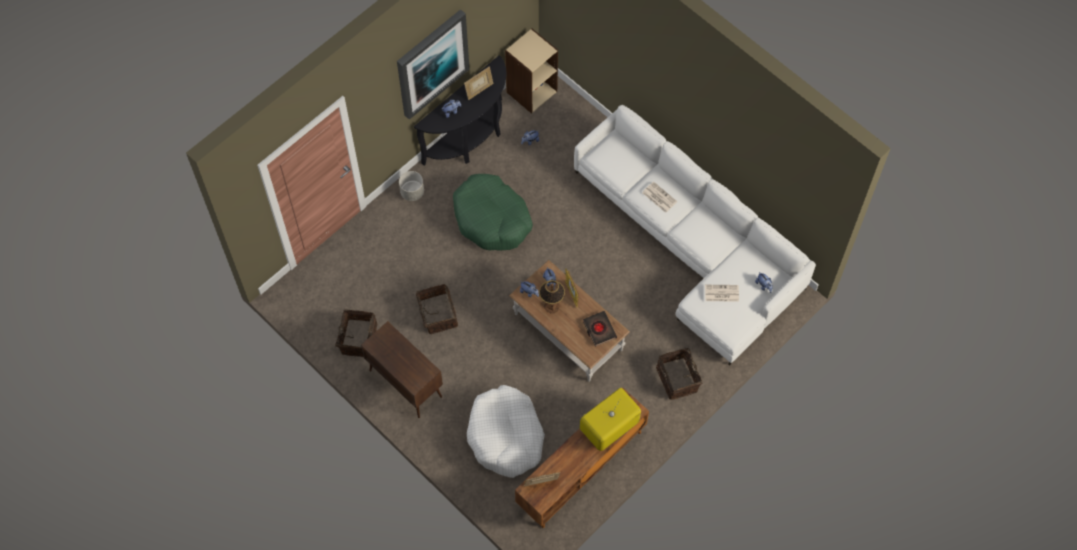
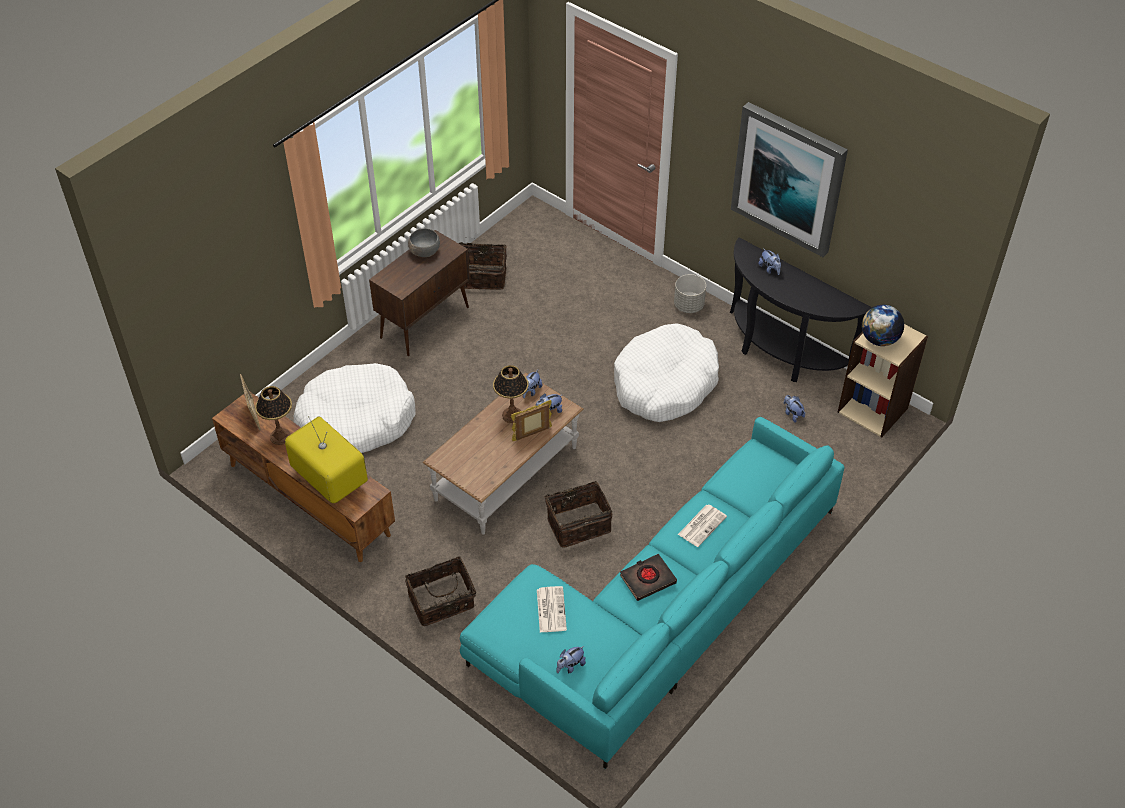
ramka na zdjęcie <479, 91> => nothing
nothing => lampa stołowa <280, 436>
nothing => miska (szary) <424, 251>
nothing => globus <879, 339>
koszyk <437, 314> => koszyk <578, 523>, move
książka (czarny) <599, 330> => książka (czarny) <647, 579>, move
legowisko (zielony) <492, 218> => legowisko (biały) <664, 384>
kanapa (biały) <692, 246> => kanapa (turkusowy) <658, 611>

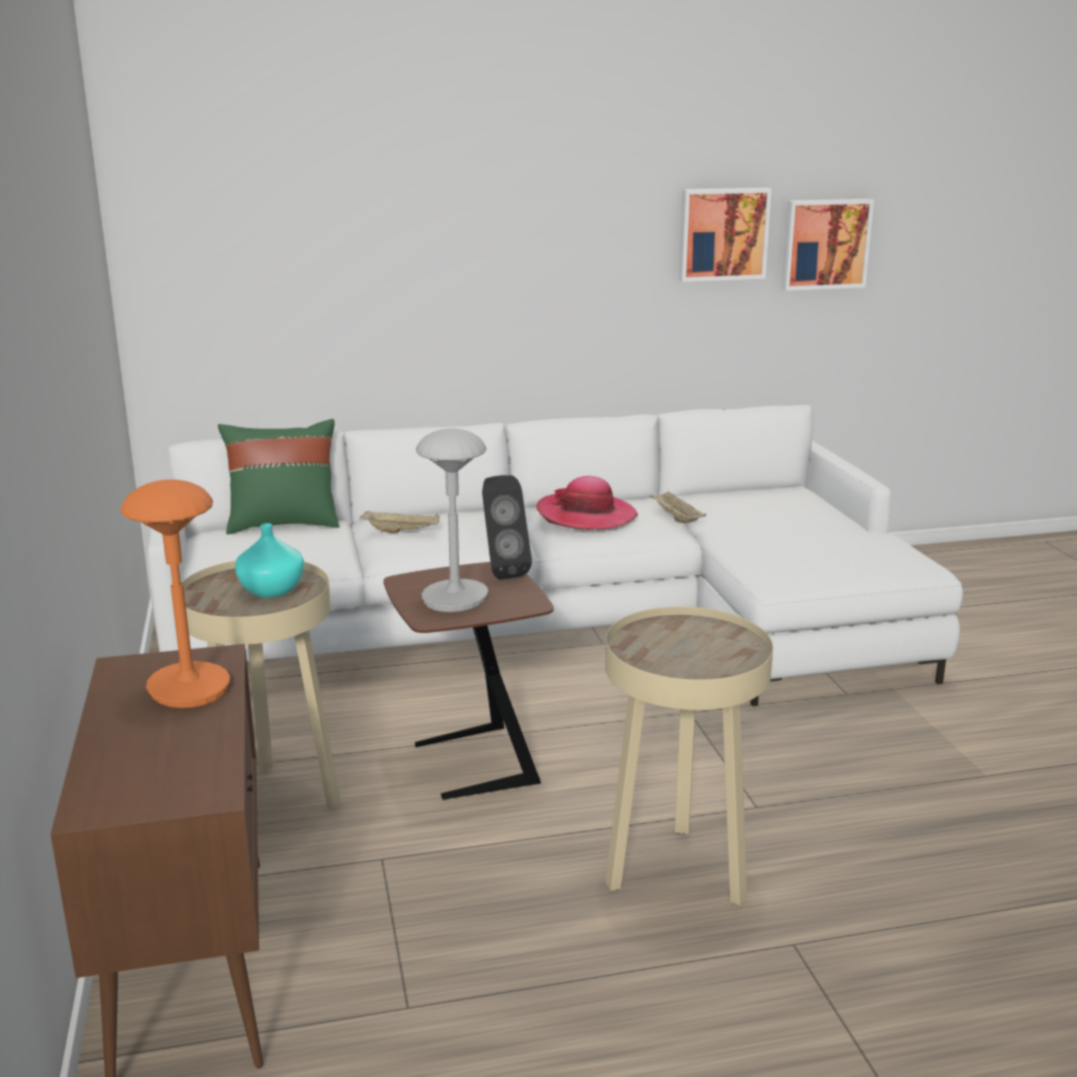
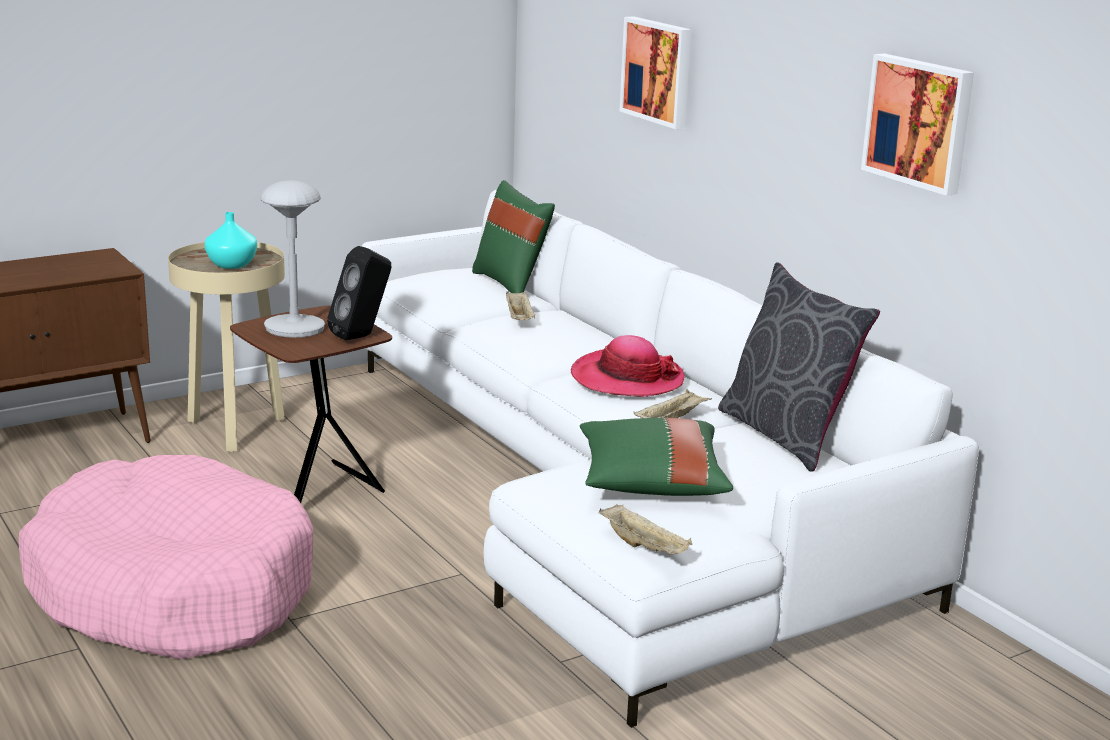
lampa stołowa (pomarańczowy) <188, 688> => nothing
nothing => poduszka (zielony) <651, 483>
nothing => taca (beżowy) <645, 547>
nothing => poduszka (szary) <786, 435>
obraz <824, 244> => obraz <659, 71>, move
stolik (beżowy) <676, 872> => legowisko (różowy) <172, 590>

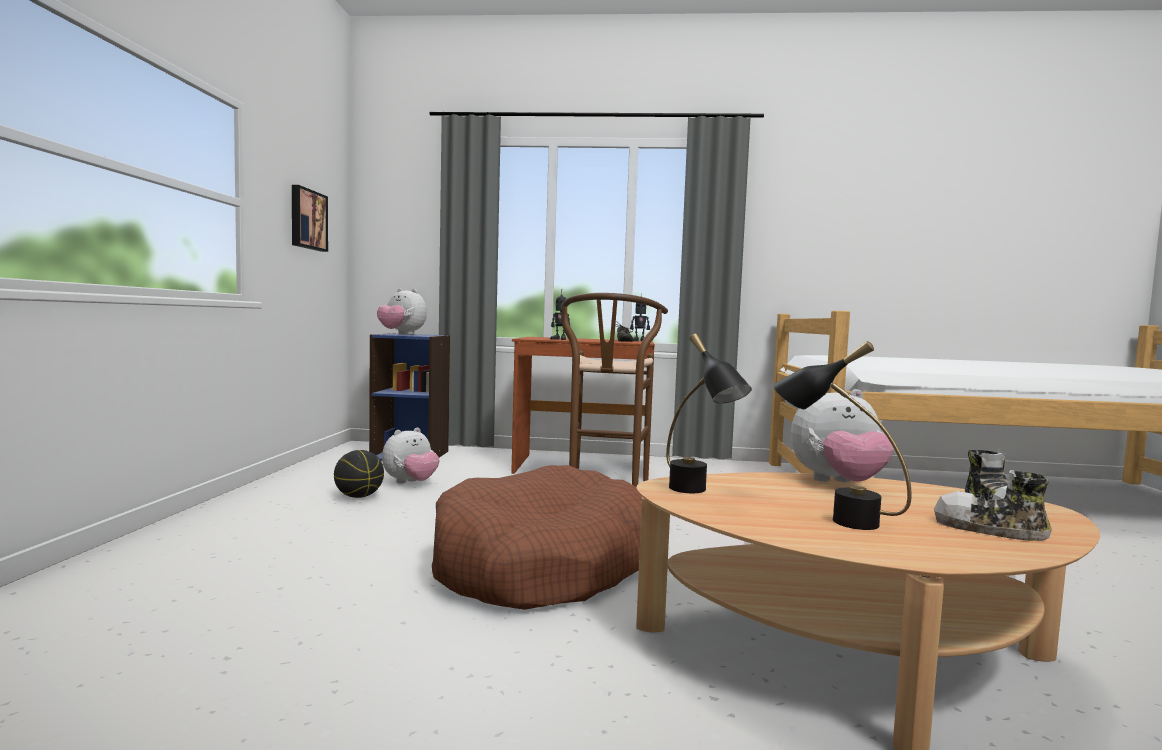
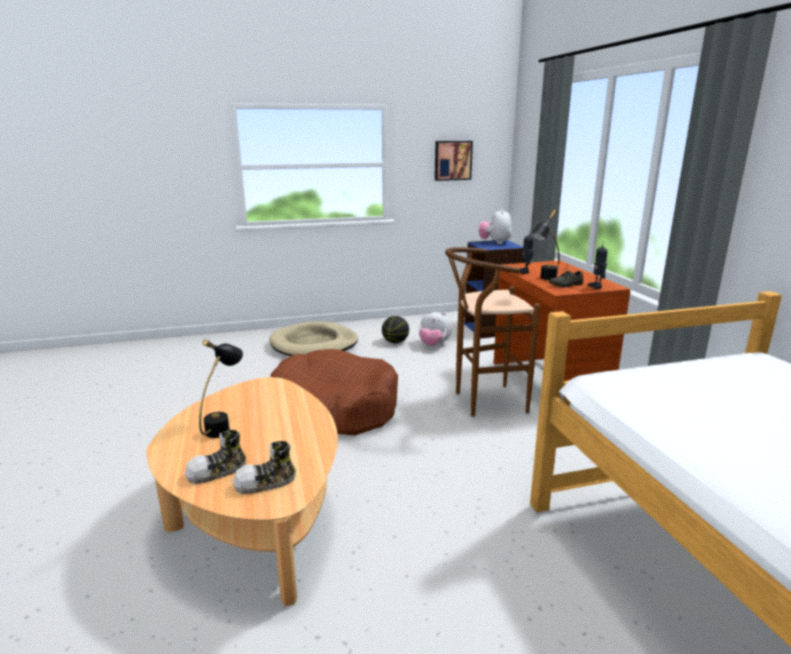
pluszak <838, 483> => nothing
nothing => legowisko (beżowy) <314, 344>
lampa stołowa (czarny) <697, 493> => lampa stołowa (czarny) <544, 279>, move
but <989, 529> => but <217, 471>, 135 degrees counterclockwise

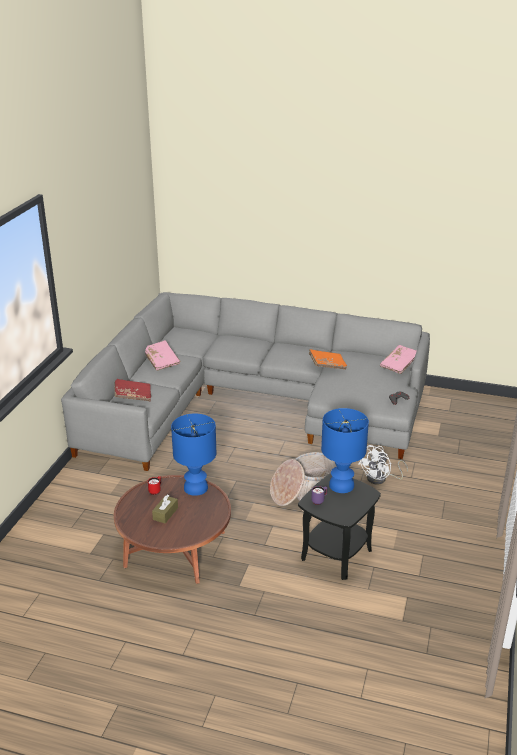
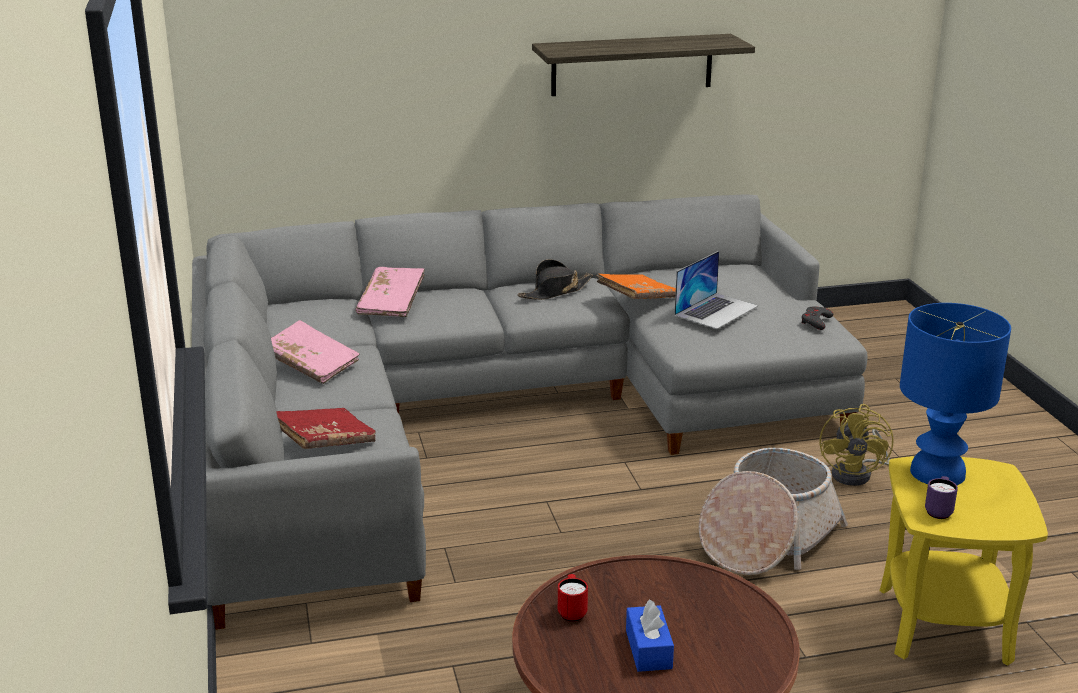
lampa stołowa (niebieski) <196, 487> => nothing
nothing => kapelusz (czarny) <555, 291>
nothing => półka <632, 64>
nothing => laptop <716, 310>
książka (różowy) <399, 365> => książka (różowy) <392, 304>, move
pudełko chusteczek (brązowy) <165, 514> => pudełko chusteczek (niebieski) <648, 649>
stolik (czarny) <336, 554> => stolik (żółty) <943, 624>
wentylator (biały) <380, 479> => wentylator (żółty) <857, 474>

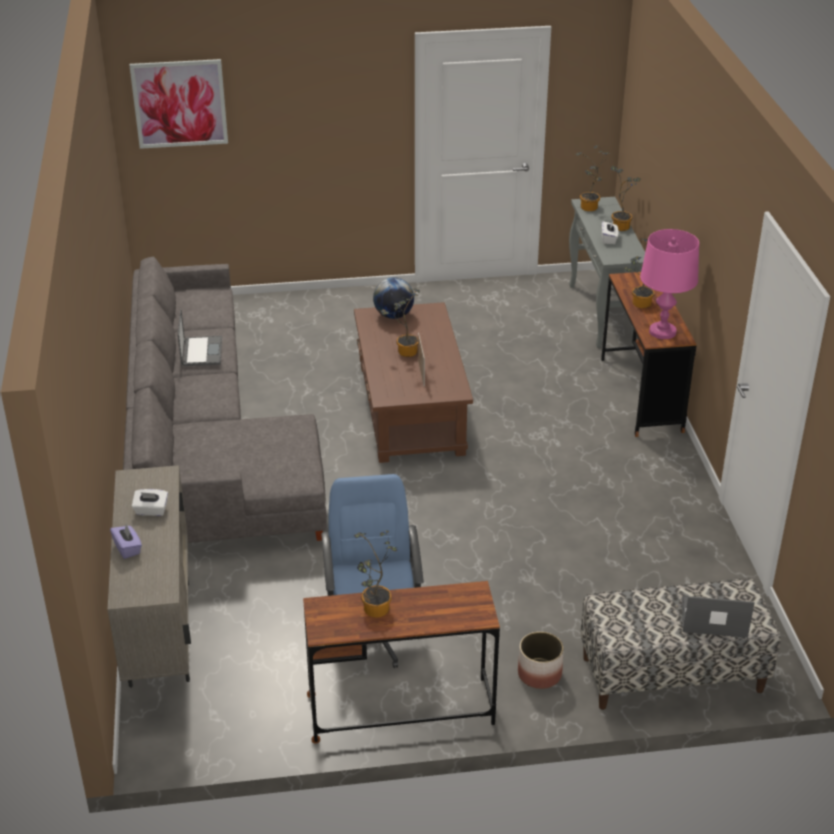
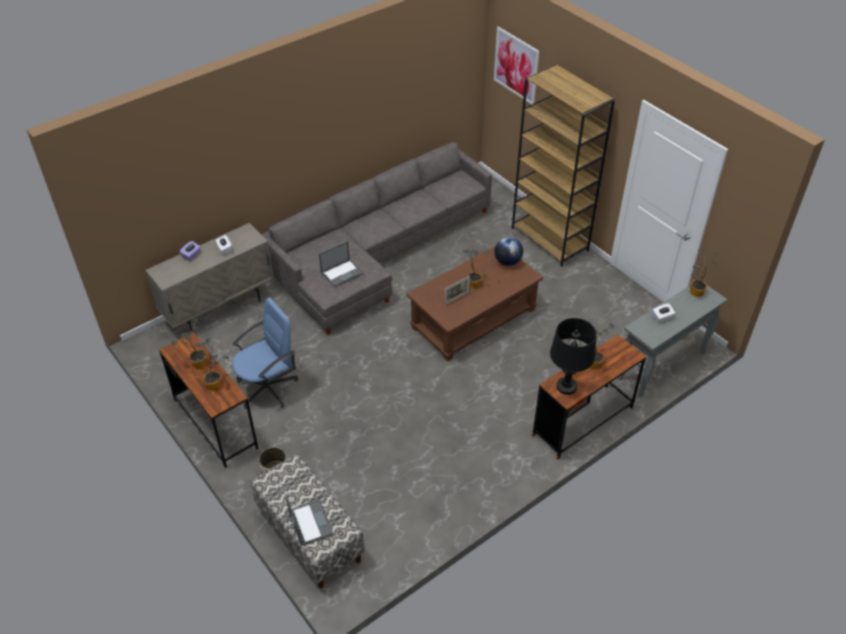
nothing => regał (brązowy) <550, 239>
laptop <201, 351> => laptop <342, 273>, move
roślina doniczkowa <622, 226> => roślina doniczkowa <216, 384>, move
lampa stołowa (różowy) <662, 332> => lampa stołowa (czarny) <566, 386>

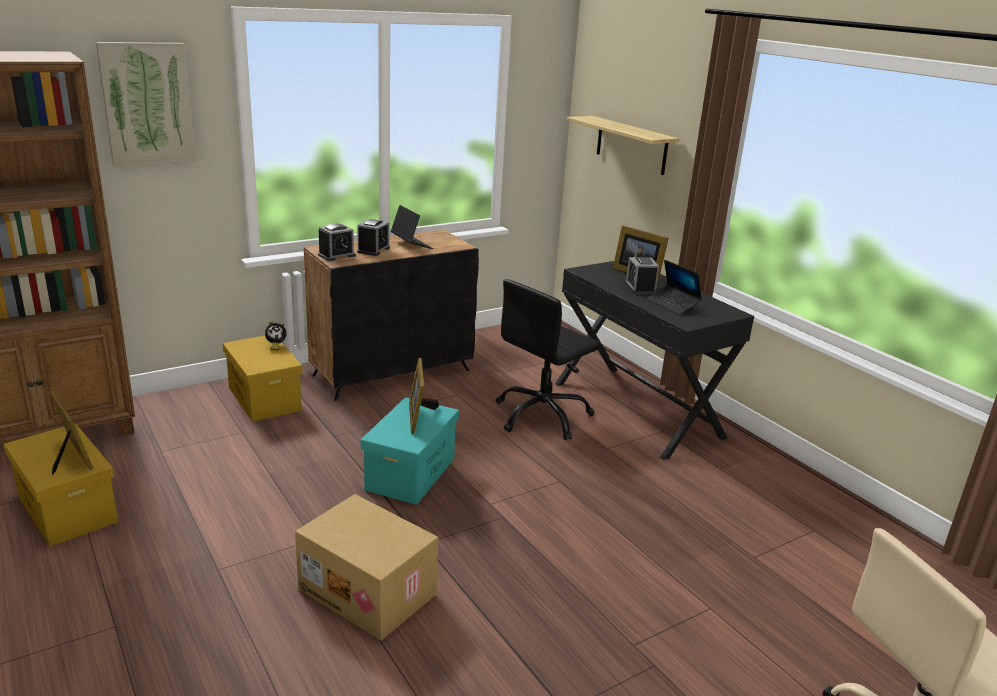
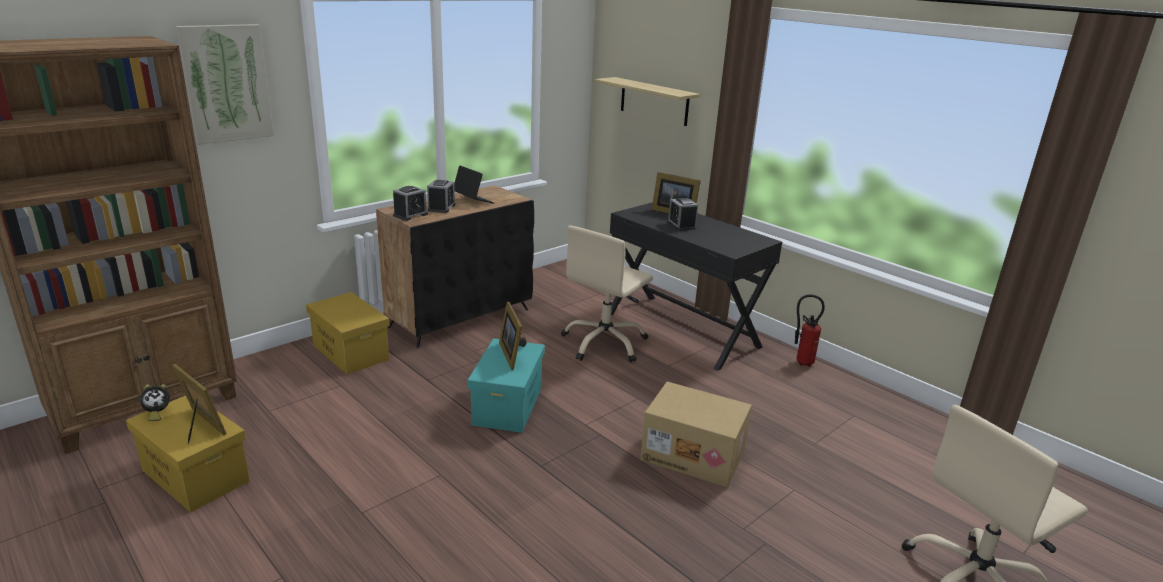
laptop <673, 304> => nothing
nothing => gaśnica <801, 362>
budzik <275, 346> => budzik <157, 414>, move
karton <369, 591> => karton <694, 455>, move
krzesło biurowe (czarny) <542, 416> => krzesło biurowe (beżowy) <605, 343>

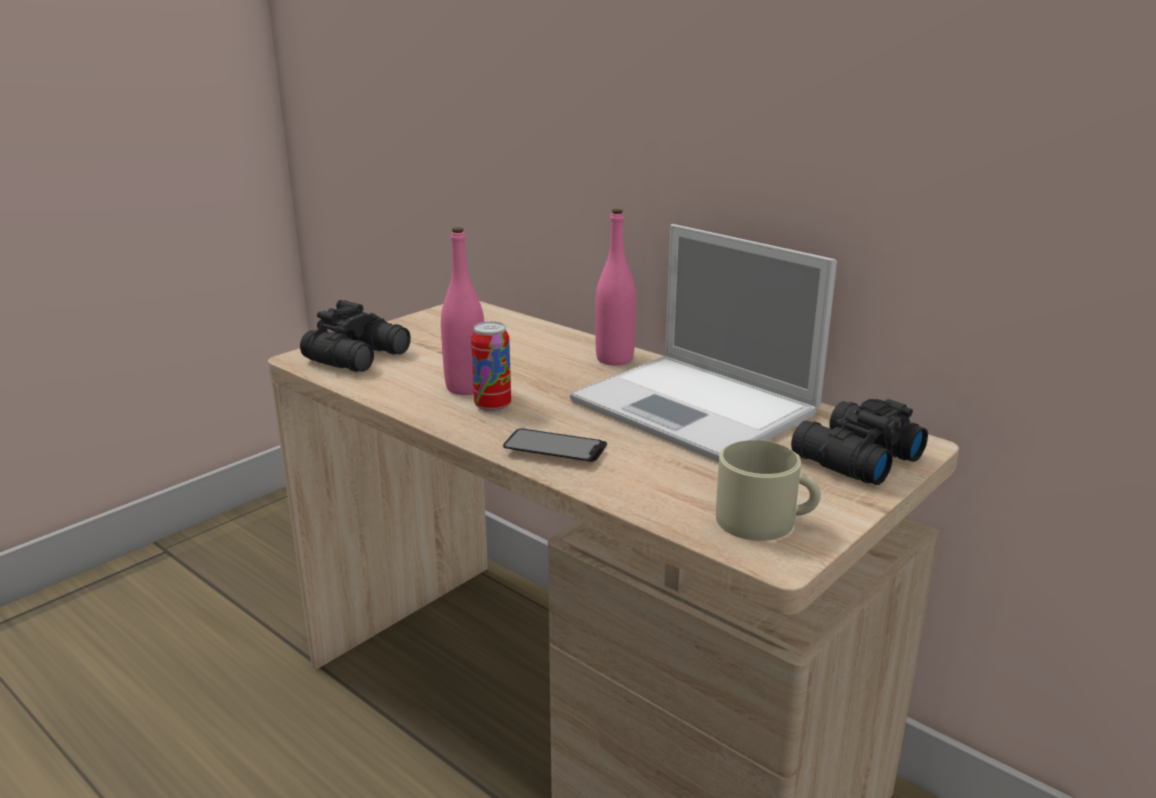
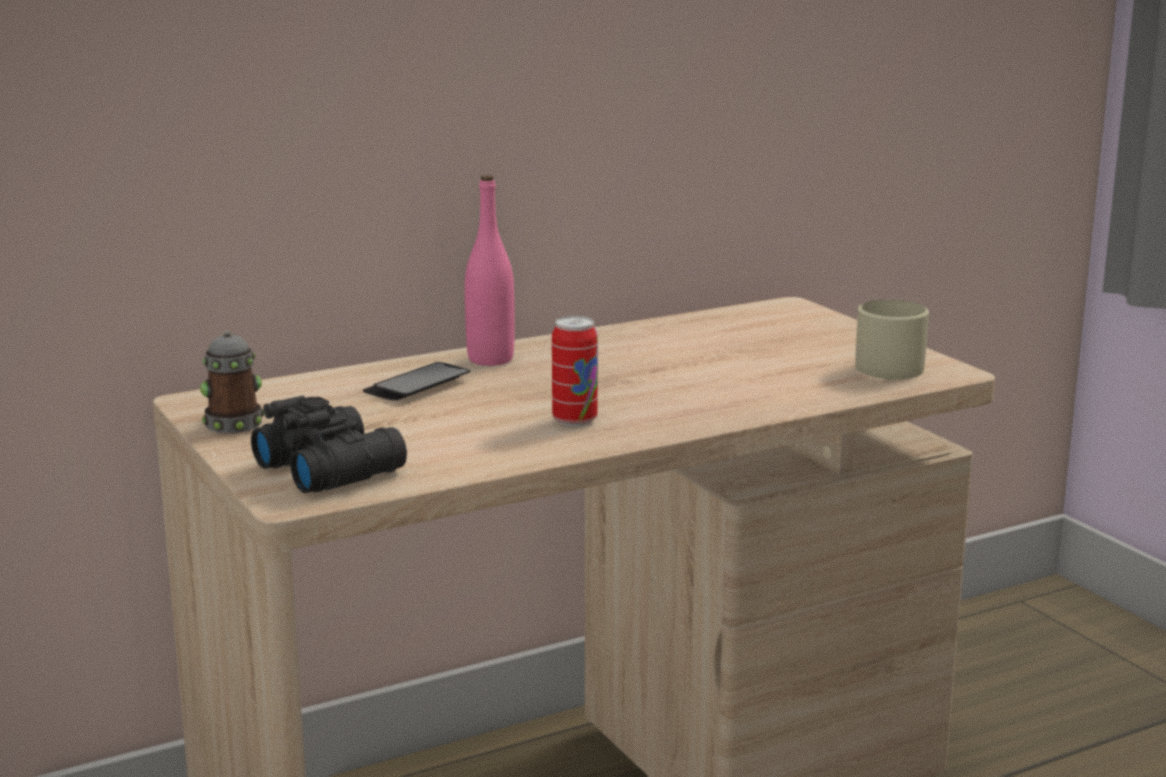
butelka (różowy) <466, 388> => nothing
laptop <697, 408> => nothing
lornetka (czarny) <853, 458> => nothing
nothing => kubek <232, 422>
telefon <555, 448> => telefon <417, 385>, move

